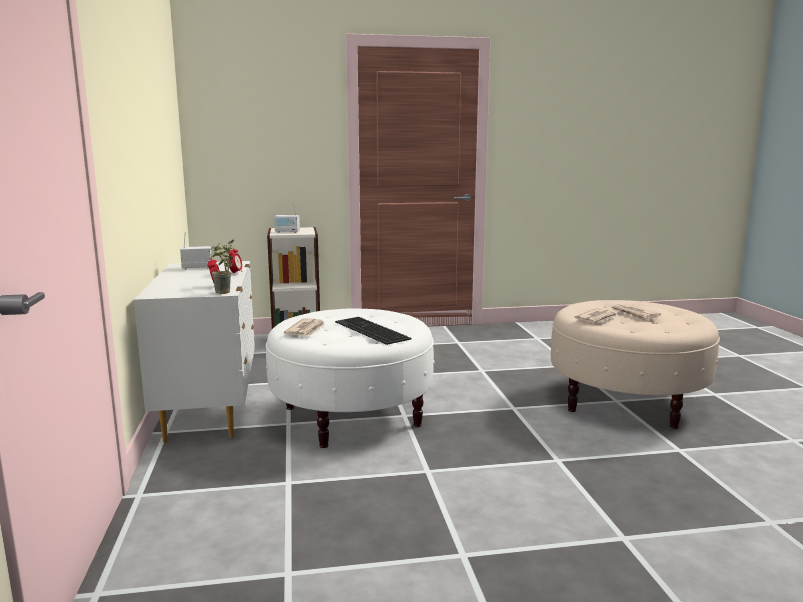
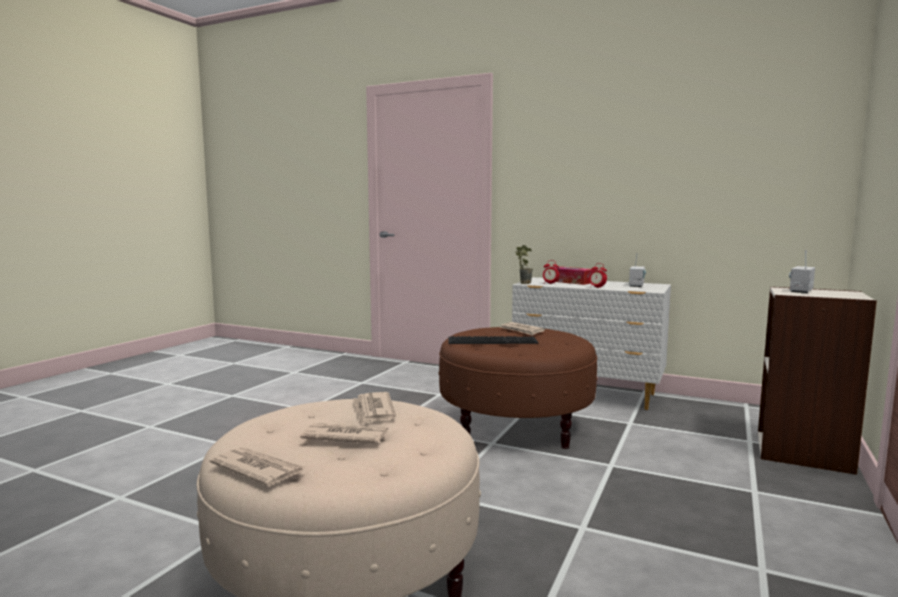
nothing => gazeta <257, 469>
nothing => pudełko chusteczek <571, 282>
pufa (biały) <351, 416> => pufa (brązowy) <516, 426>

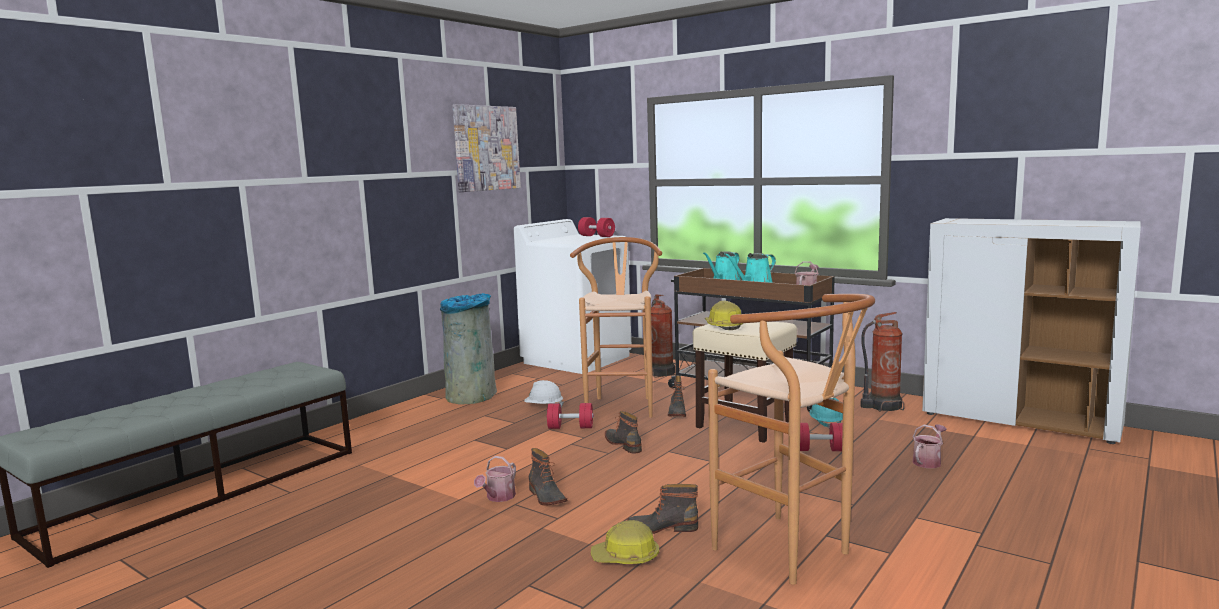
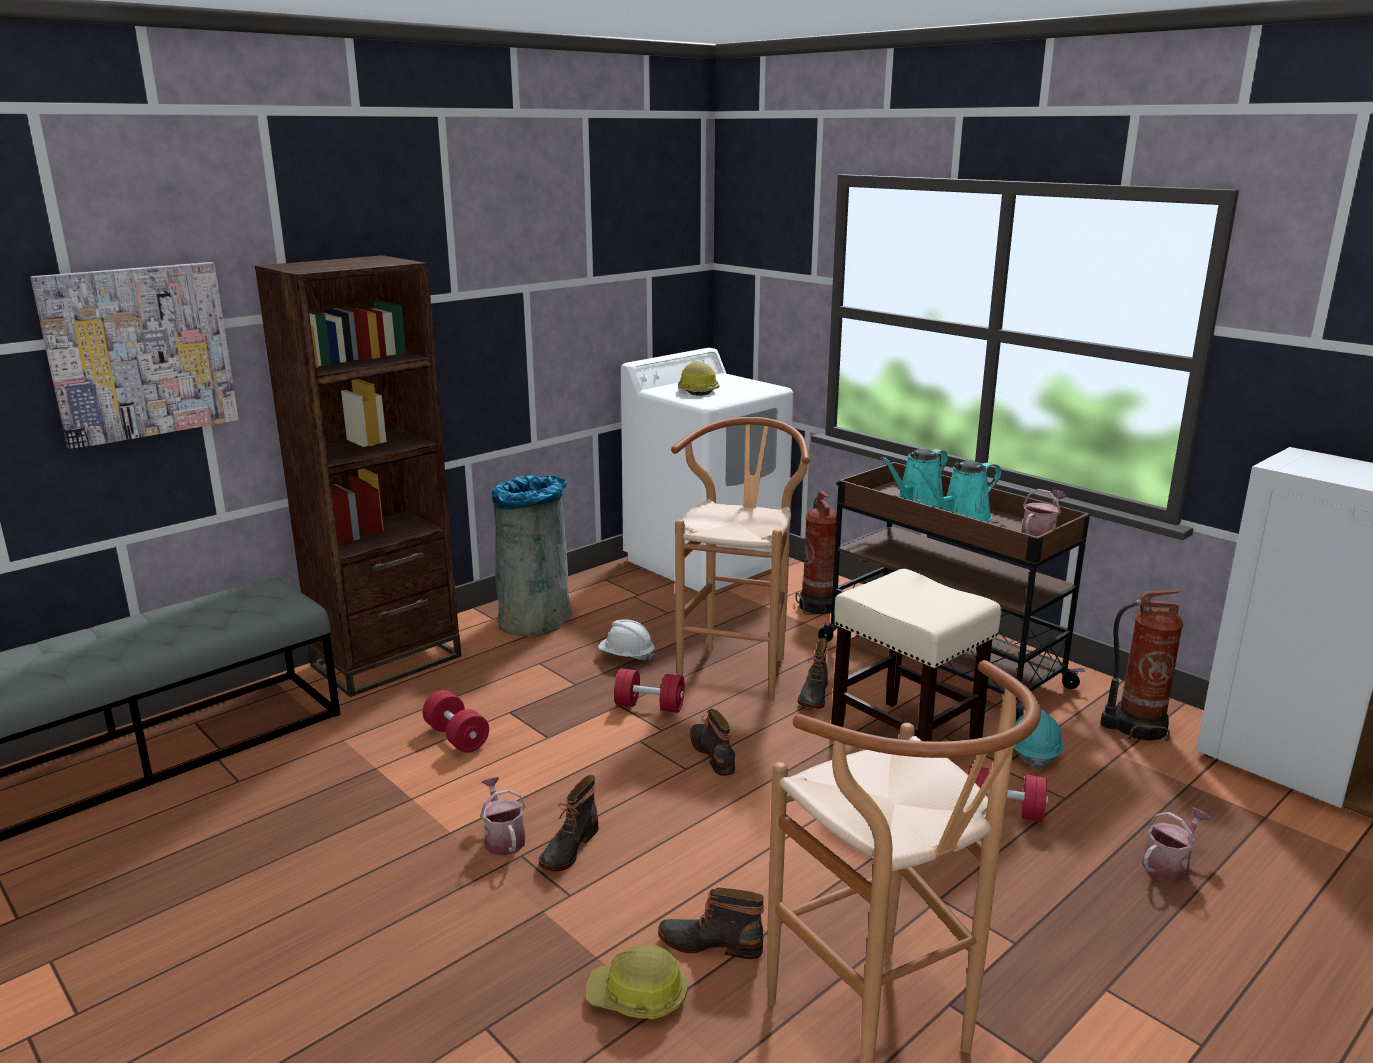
nothing => regał (brązowy) <387, 661>
obraz <486, 148> => obraz <140, 352>, move
hantel (czerwony) <596, 236> => hantel (czerwony) <456, 737>, move
kask <723, 326> => kask <697, 390>, move
konewka <498, 497> => konewka <503, 838>, 120 degrees clockwise
but z cholewką <546, 497> => but z cholewką <568, 848>, 45 degrees clockwise

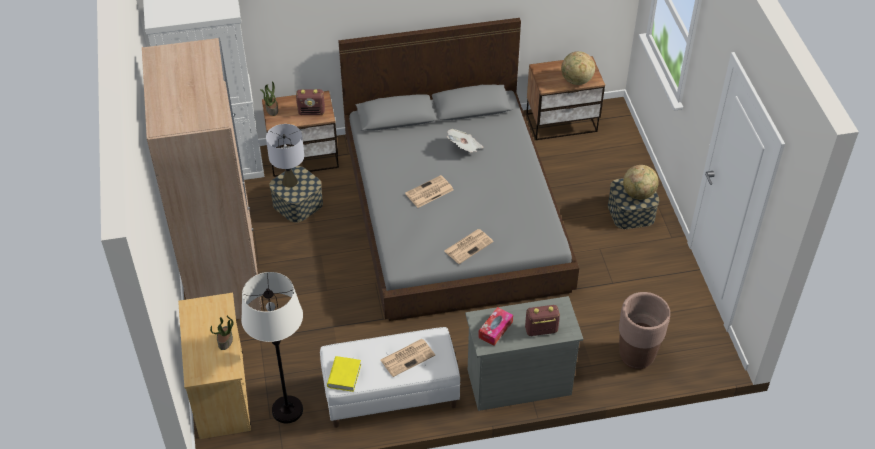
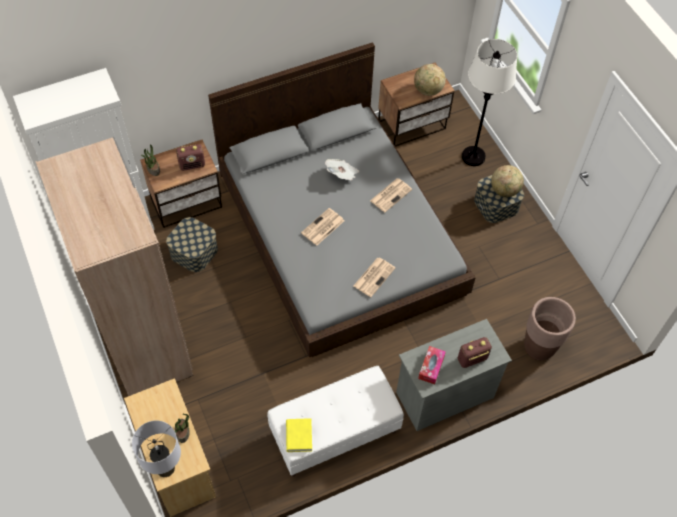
lampa stojąca (biały) <287, 410> => lampa stojąca (biały) <473, 157>, move
lampa stołowa (szary) <290, 181> => lampa stołowa (szary) <165, 468>, move
gazeta <408, 357> => gazeta <391, 195>, move

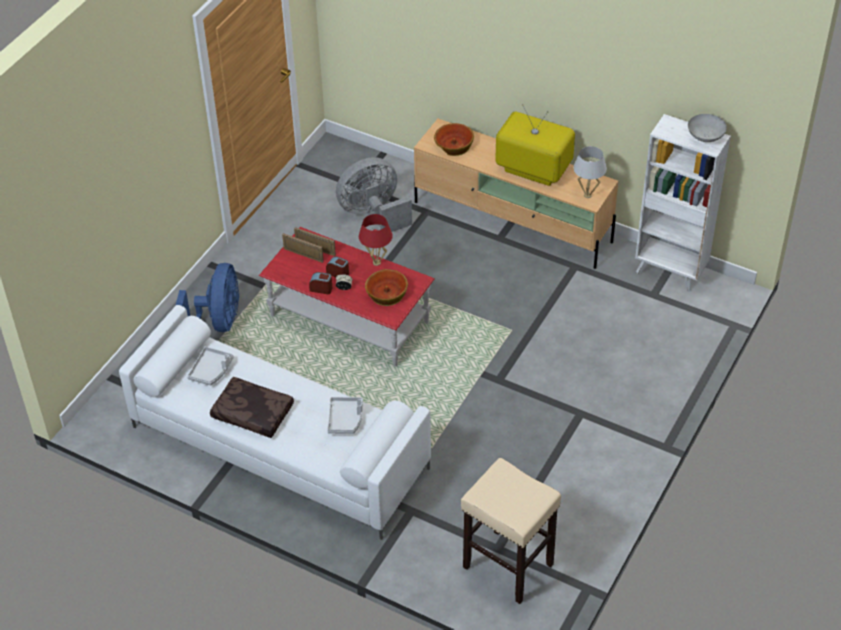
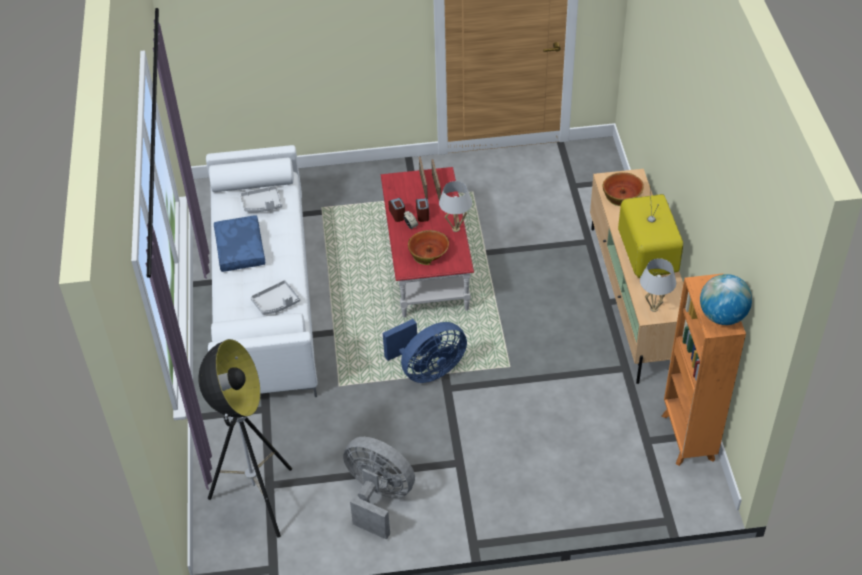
wentylator (niebieski) <218, 322> => wentylator (niebieski) <427, 370>, move
wentylator (szary) <373, 214> => wentylator (szary) <378, 498>, move
stołek (beżowy) <507, 565> => lampa stojąca <256, 500>
miska (szary) <704, 137> => globus <722, 316>
poduszka (brązowy) <251, 414> => poduszka (niebieski) <239, 249>
lampa stołowa (czerwony) <376, 262> => lampa stołowa (biały) <456, 229>
regał (biały) <670, 272> => regał (pomarańczowy) <687, 438>

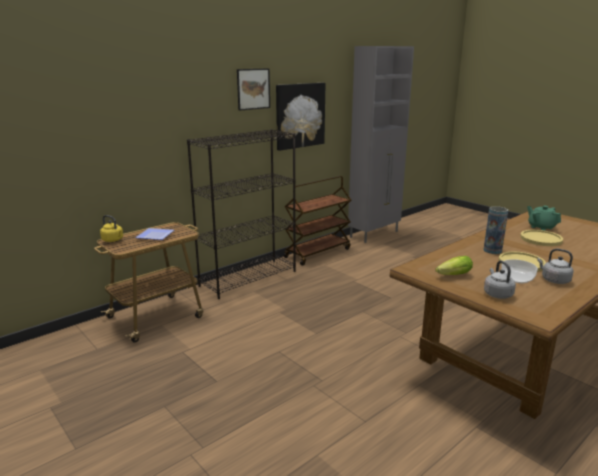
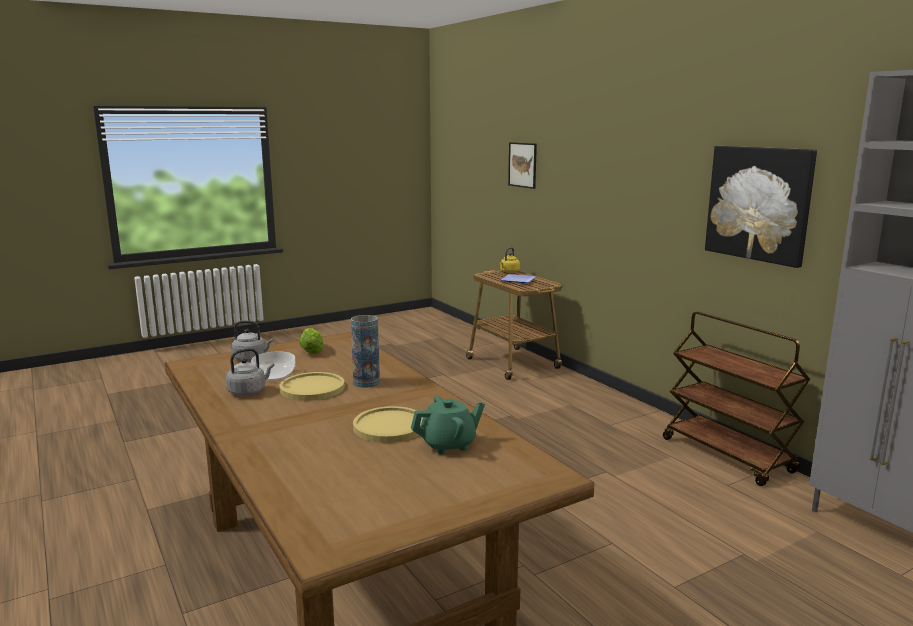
regał (czarny) <248, 278> => nothing
obraz <253, 89> => obraz <522, 165>, move

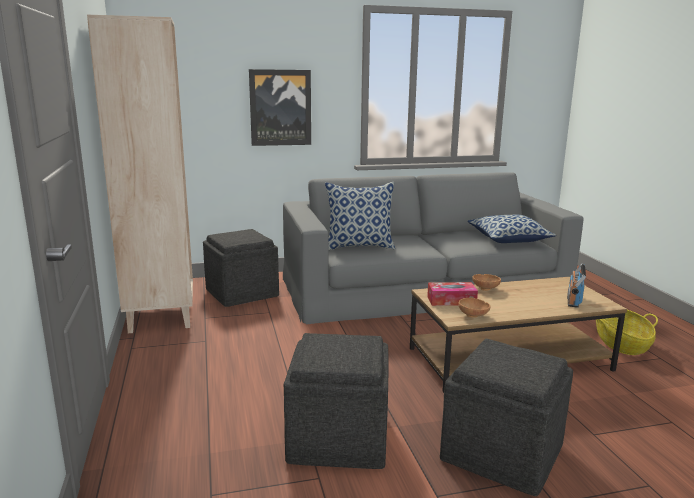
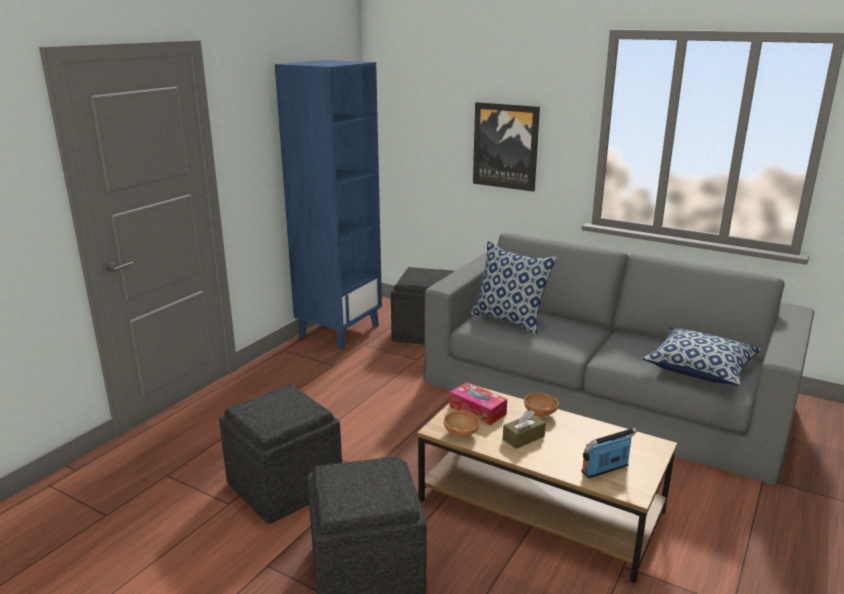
koszyk <621, 344> => nothing
nothing => pudełko chusteczek (brązowy) <523, 438>
regał (beżowy) <160, 316> => regał (niebieski) <339, 331>

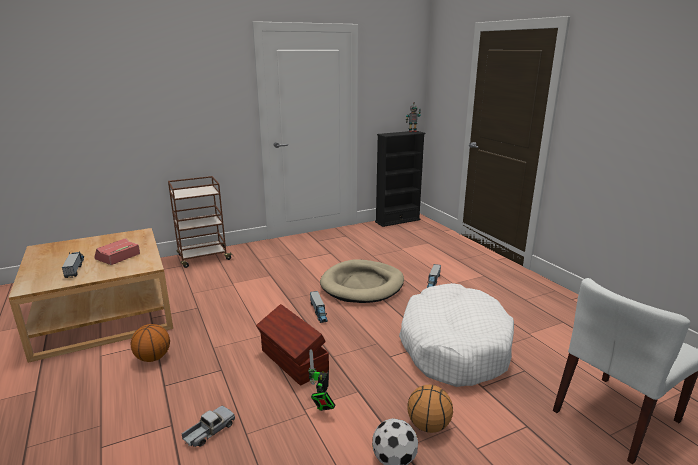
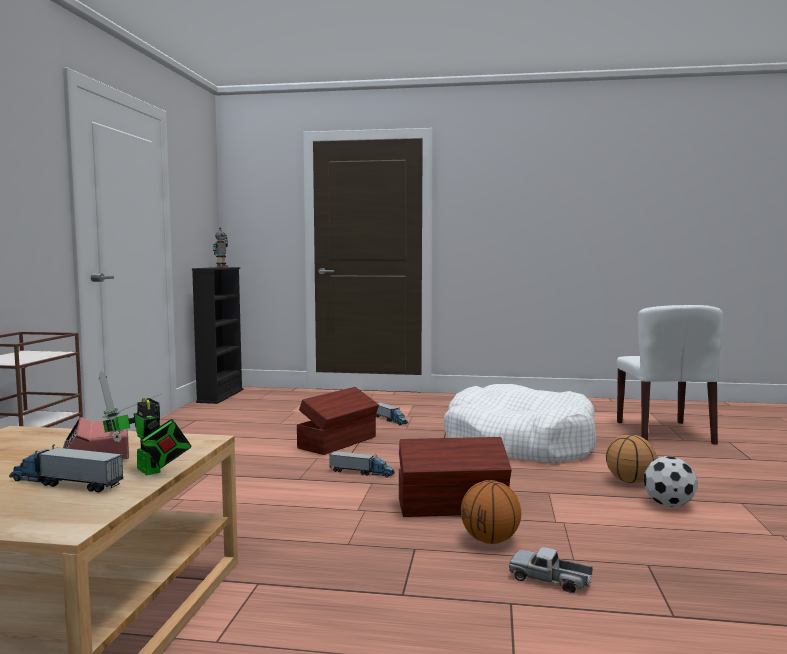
piłka do koszykówki <153, 358> => piłka do koszykówki <490, 540>, move
robot zabawkowy <322, 406> => robot zabawkowy <150, 471>, move
legowisko (beżowy) <362, 285> => pojemnik do przechowywania (brązowy) <339, 442>
ciężarówka zabawkowa <209, 431> => ciężarówka zabawkowa <550, 580>, 45 degrees counterclockwise

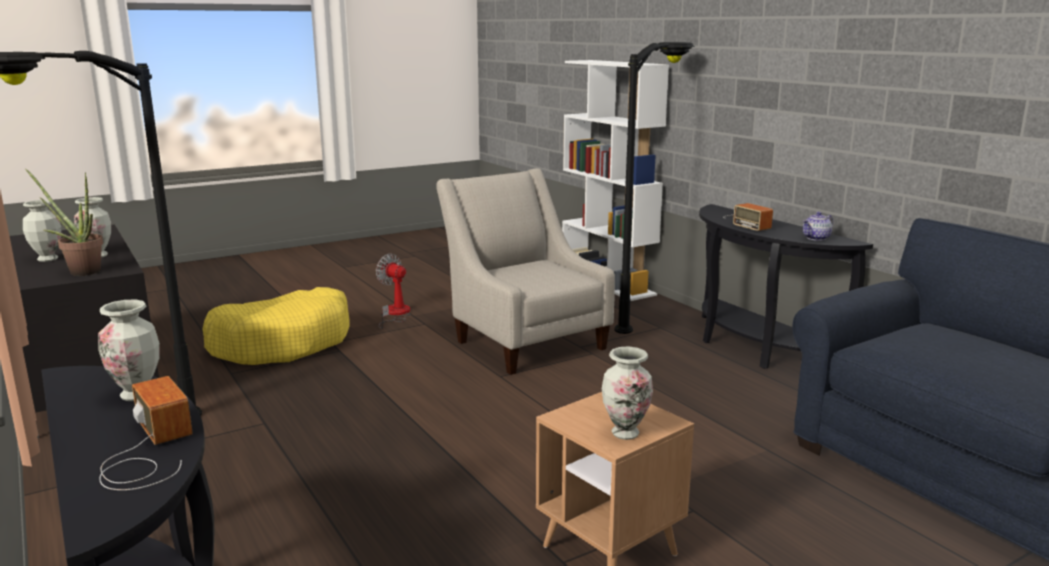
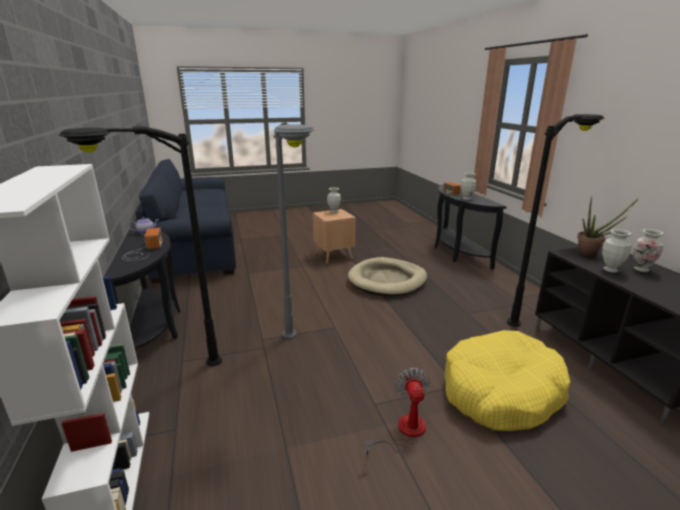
nothing => legowisko (beżowy) <387, 280>
fotel (beżowy) <524, 341> => lampa stojąca (szary) <299, 360>
wentylator <395, 314> => wentylator <404, 432>, 150 degrees counterclockwise

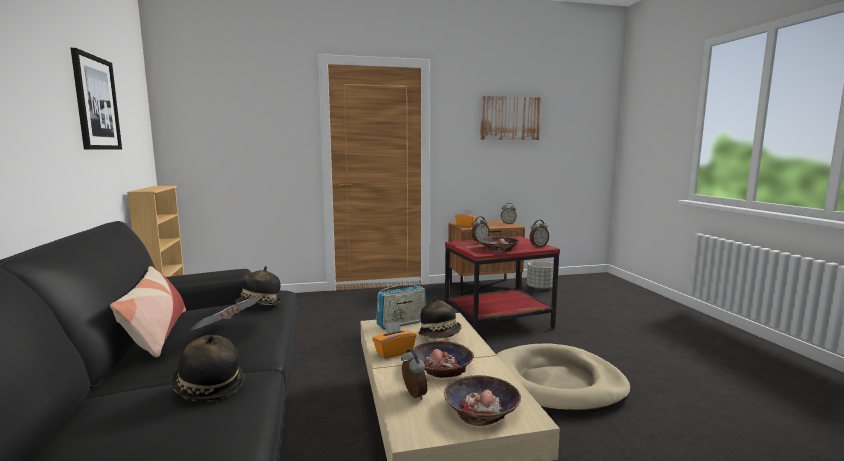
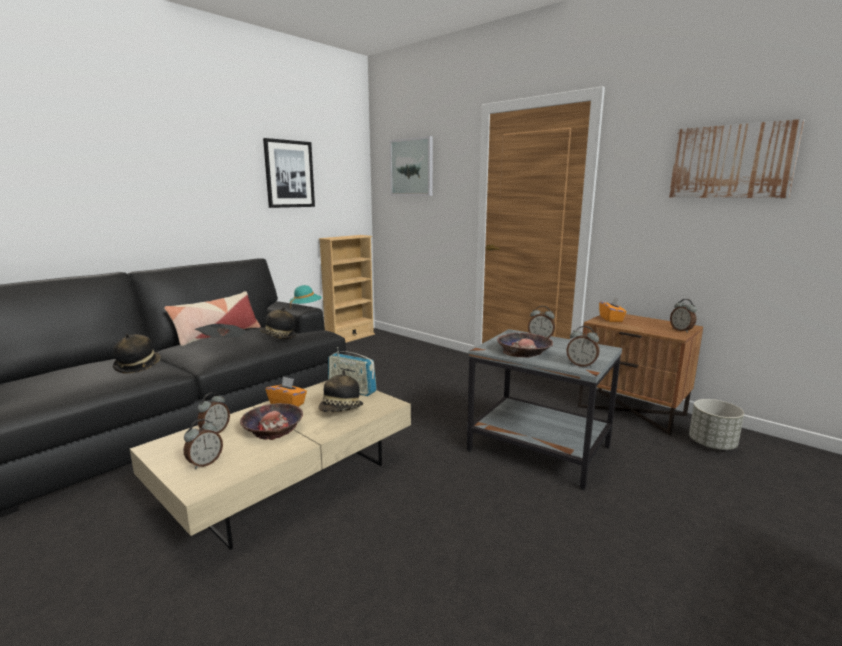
legowisko (beżowy) <557, 383> => nothing
nothing => kapelusz (turkusowy) <306, 306>
nothing => obraz <412, 167>
miska <481, 409> => budzik <205, 463>
stolik (czerwony) <497, 322> => stolik (szary) <539, 449>

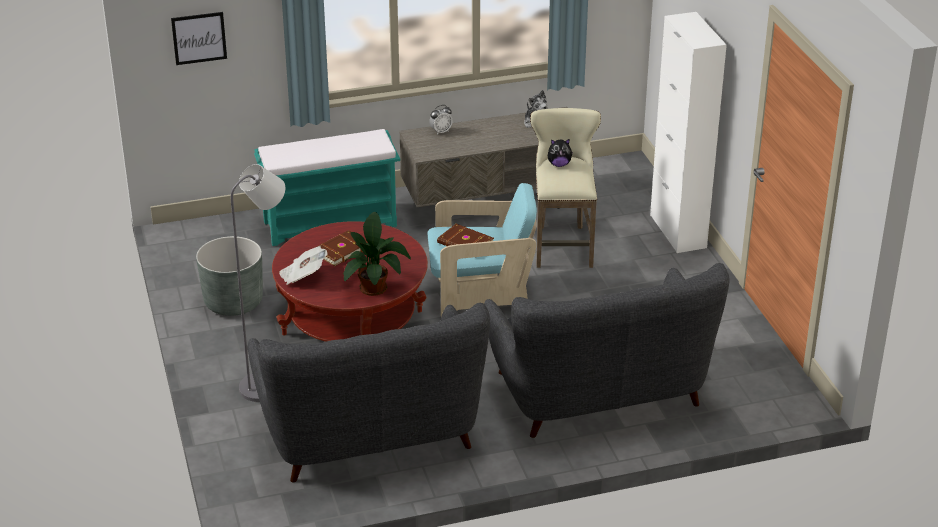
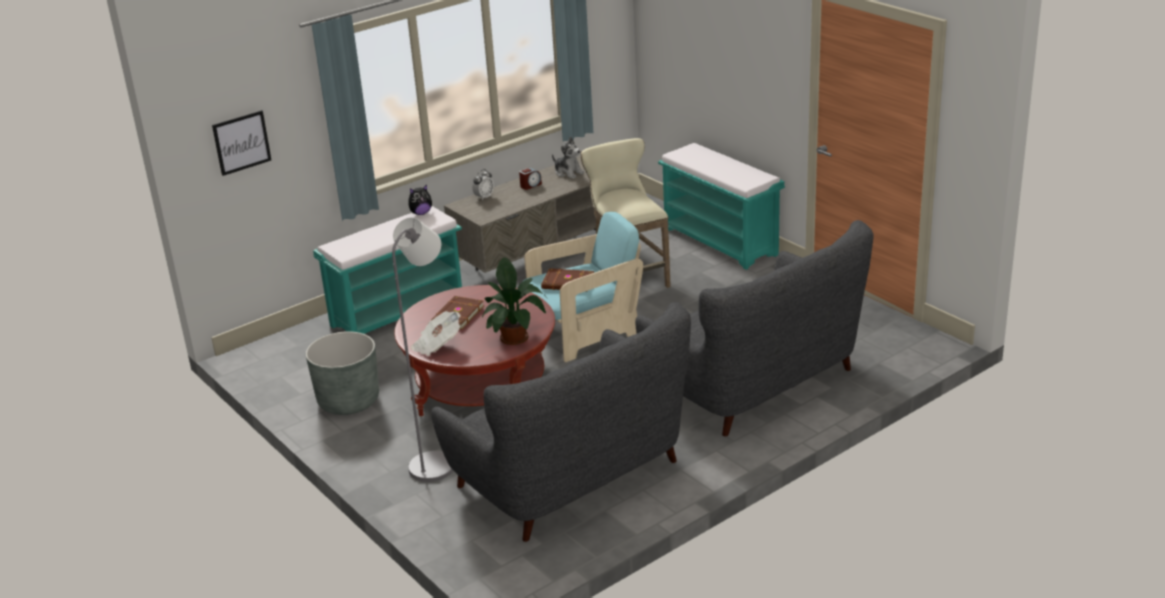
nothing => budzik <530, 185>
pluszak <559, 164> => pluszak <421, 213>, move
szafka (biały) <678, 231> => ławka (turkusowy) <721, 242>

